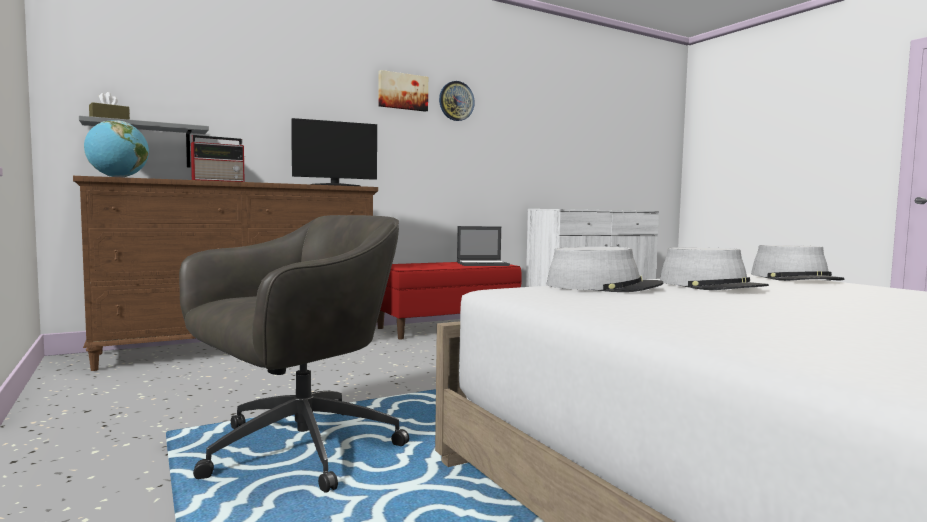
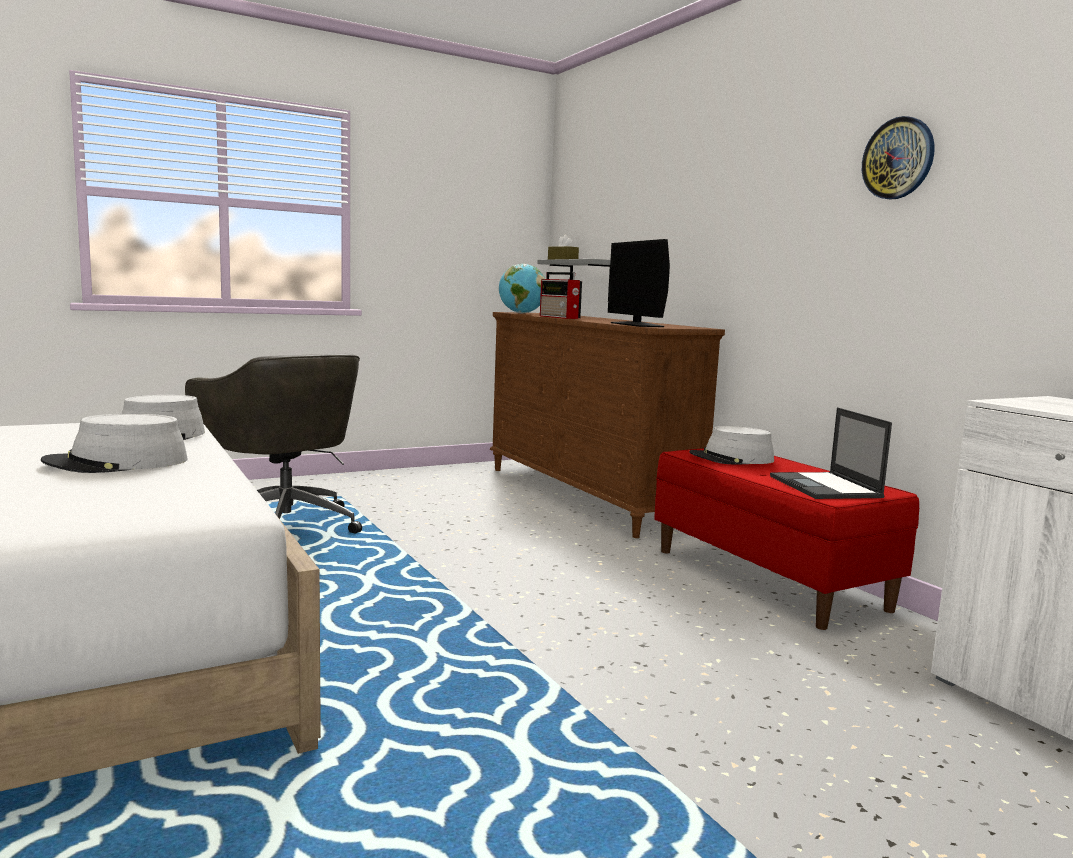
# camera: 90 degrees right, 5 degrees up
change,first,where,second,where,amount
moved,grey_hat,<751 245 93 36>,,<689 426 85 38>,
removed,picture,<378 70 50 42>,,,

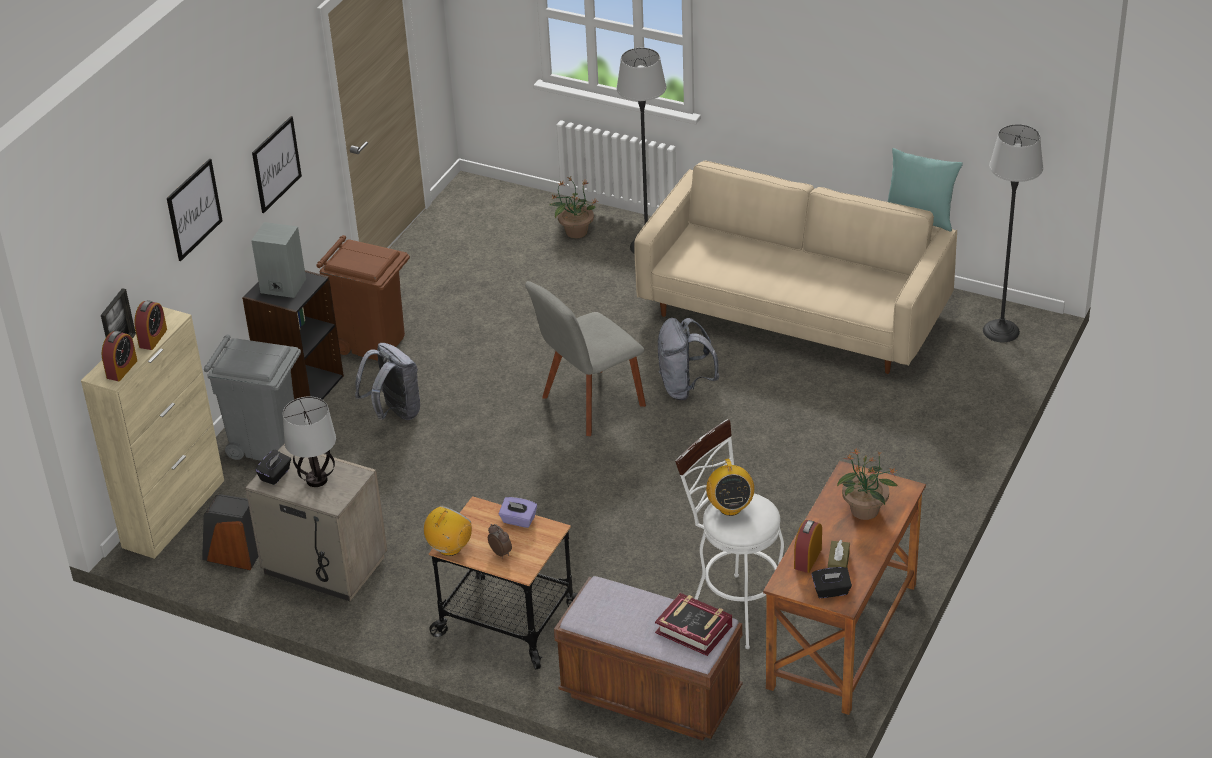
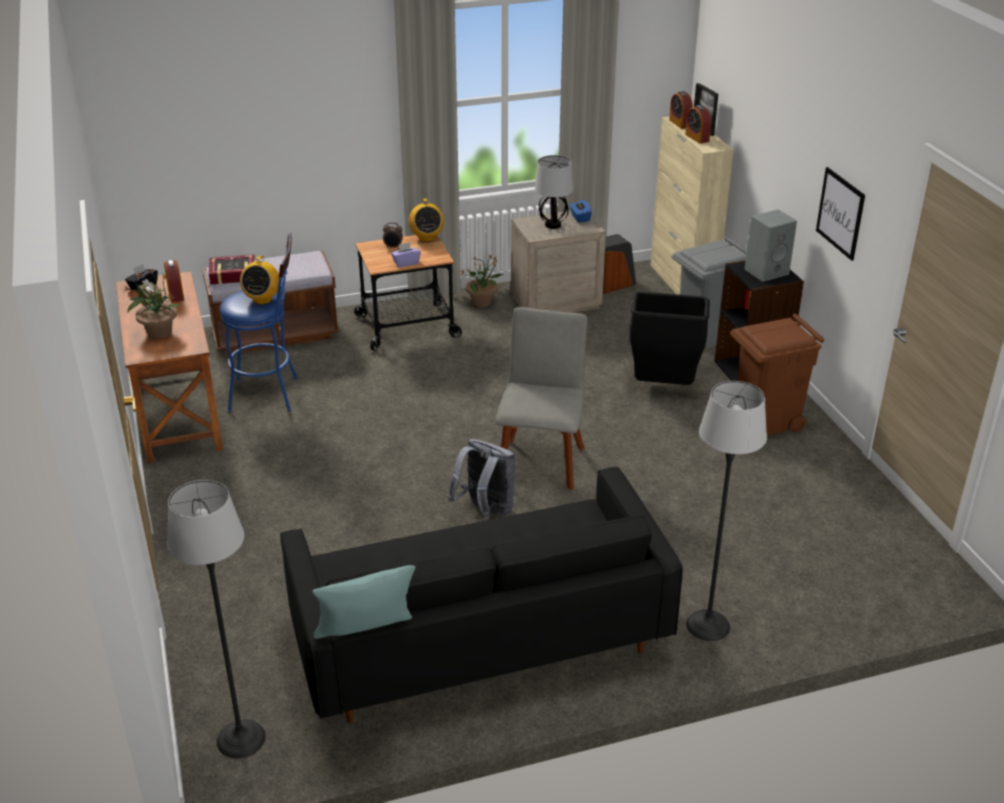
# camera: 135 degrees right, 5 degrees down
change,first,where,second,where,amount
recoloured,white_stool,<675 419 109 230>,blue_stool,<220 233 78 180>,
turned,radio,<706 458 48 58>,,<240 256 39 48>,120 degrees counterclockwise
recoloured,beige_sofa,<634 161 323 213>,black_sofa,<280 466 403 257>,
moved,potted_plant,<549 177 49 62>,,<462 255 42 52>,
recoloured,black_tissue_box,<256 450 35 35>,blue_tissue_box,<570 200 22 23>,
replaced,grey_backpack,<355 343 65 77>,black_trash_can,<629 292 81 93>,
removed,picture,<167 158 56 103>,,,

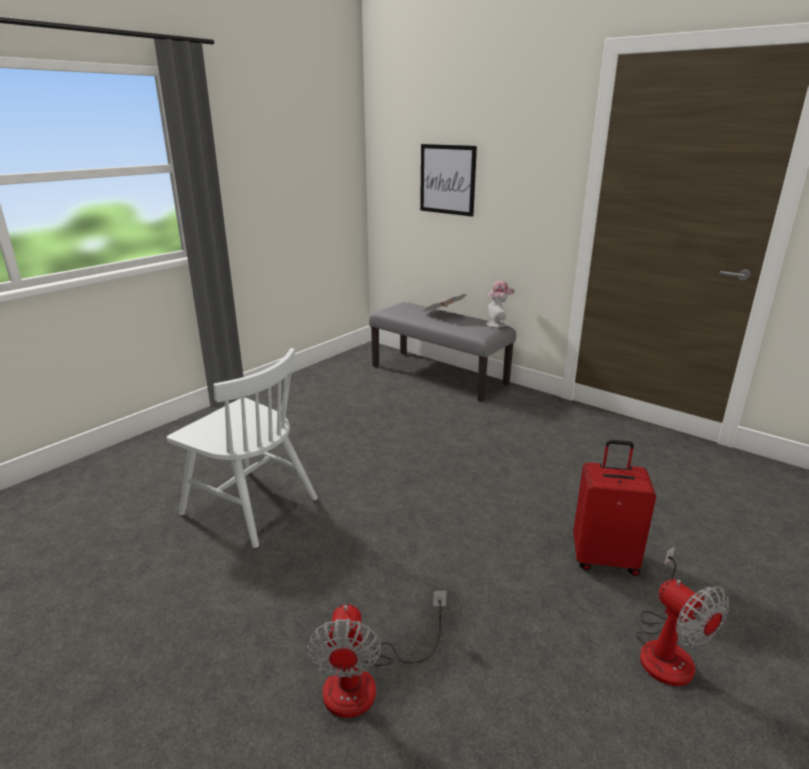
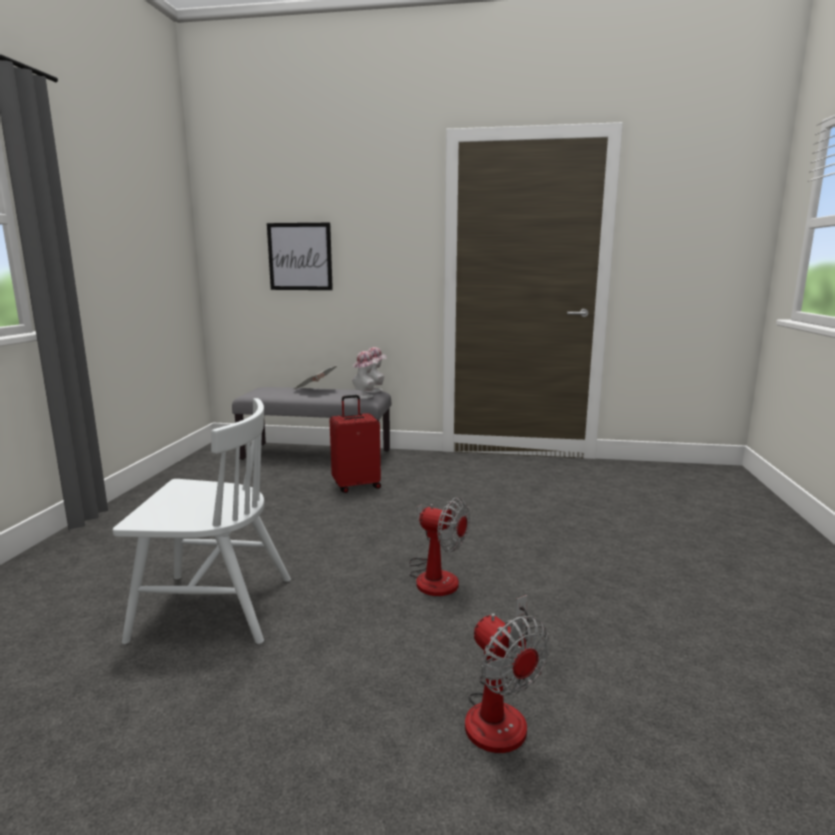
# camera: 30 degrees left, 10 degrees down
change,first,where,second,where,amount
moved,red_suitcase,<573 440 83 136>,,<330 395 51 98>,
added,,,hat,<352 351 26 48>,
moved,fan,<636 547 93 139>,,<409 497 61 99>,

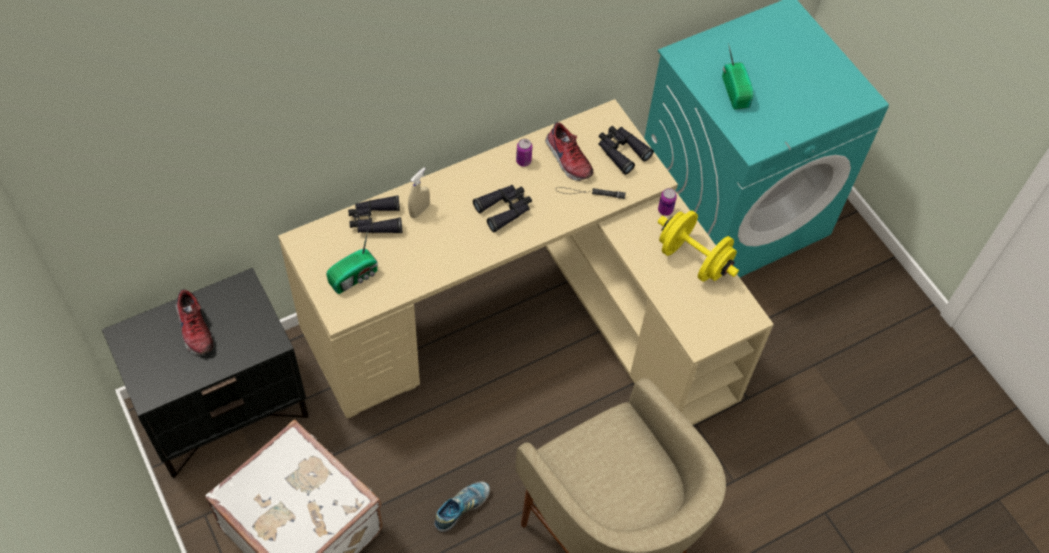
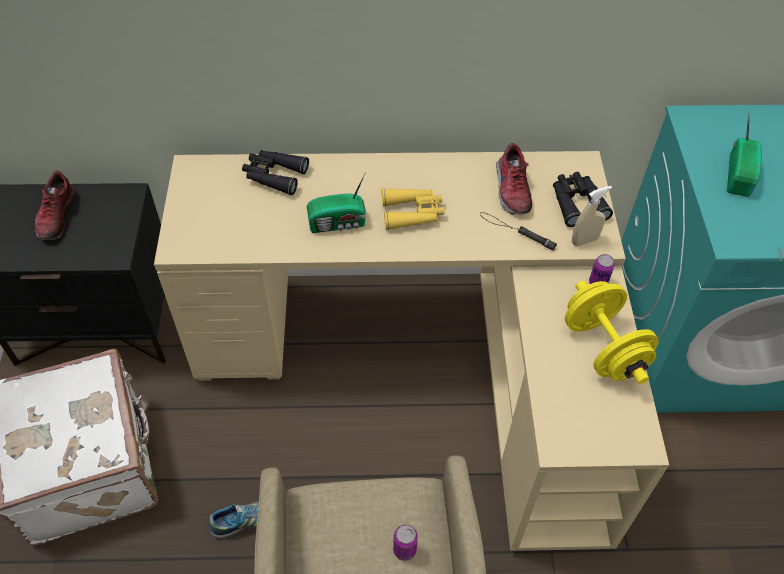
# camera: 30 degrees right, 5 degrees down
change,first,where,second,where,amount
moved,radio,<326 231 52 63>,,<307 172 59 61>,
recoloured,black_binoculars,<473 185 59 47>,yellow_binoculars,<382 188 63 42>,
moved,can,<516 139 16 28>,,<393 524 25 37>,
moved,beige_spray_bottle,<408 168 22 50>,,<572 186 40 60>,

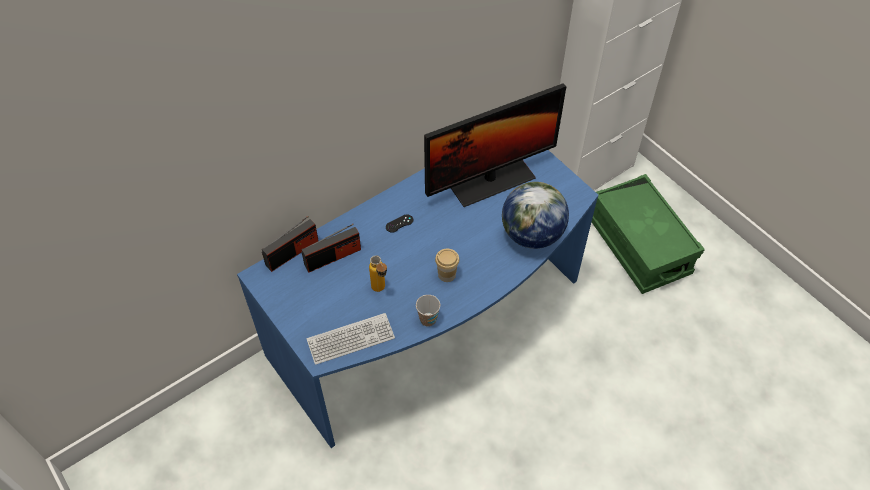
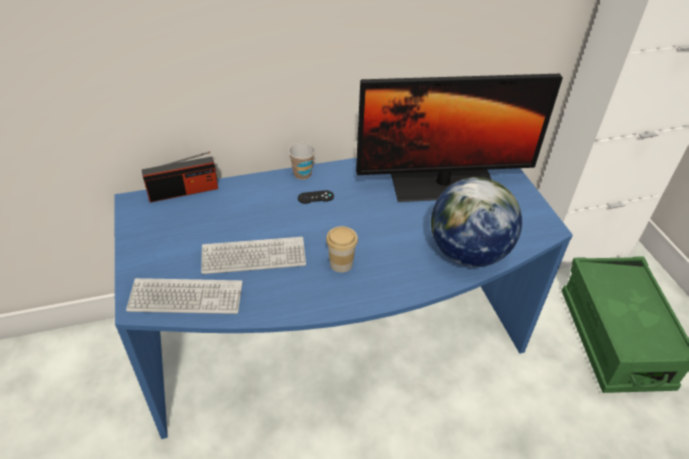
# camera: 20 degrees right, 10 degrees down
change,first,where,second,where,amount
replaced,bottle,<369 256 18 36>,keyboard,<201 237 105 37>,
moved,cup,<416 295 24 32>,,<288 143 27 37>,
removed,radio,<302 224 59 48>,,,

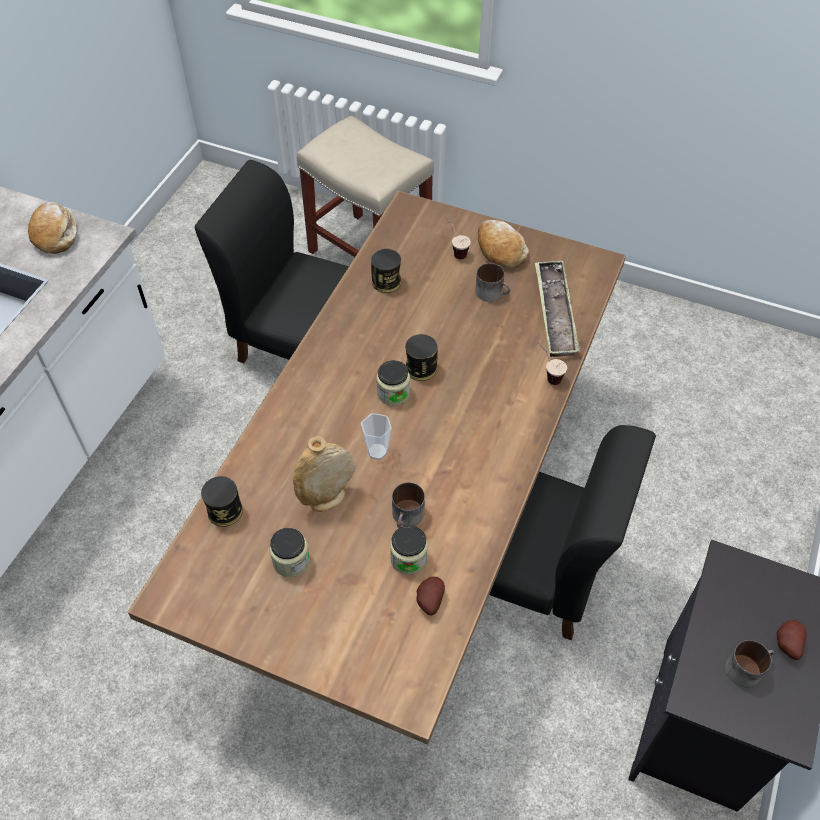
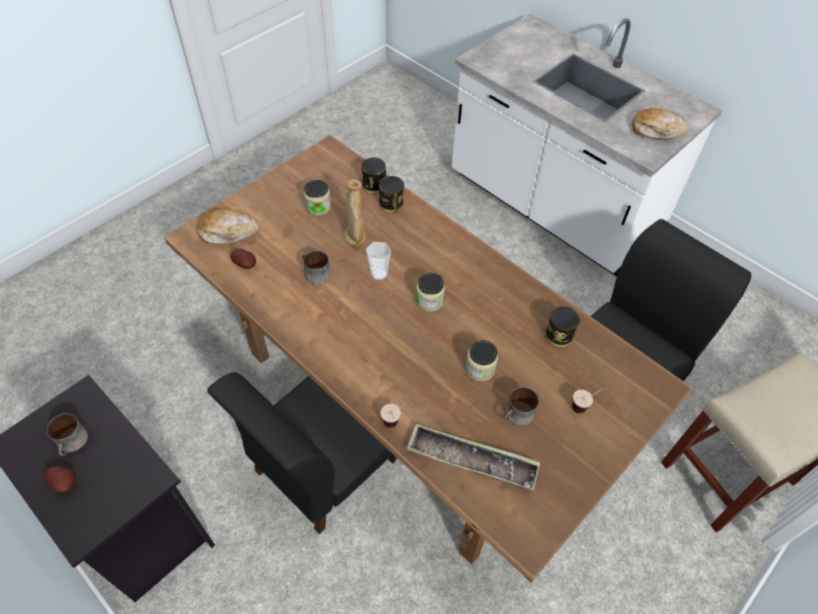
# camera: 110 degrees right, 0 degrees up
change,first,where,second,where,amount
moved,bread,<478 220 51 48>,,<198 209 62 35>,
moved,can,<405 334 32 47>,,<379 176 25 37>,
moved,jar,<390 525 38 50>,,<465 340 33 41>,

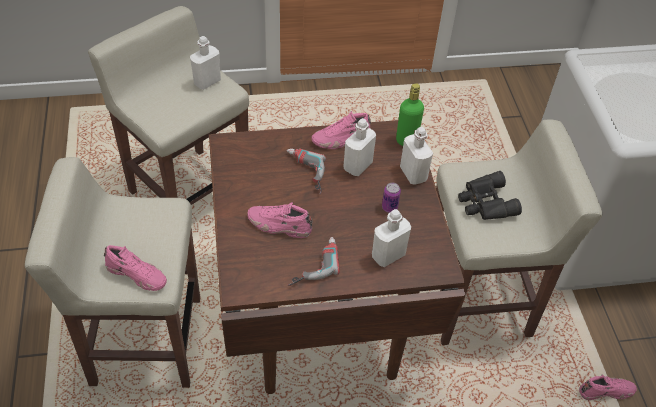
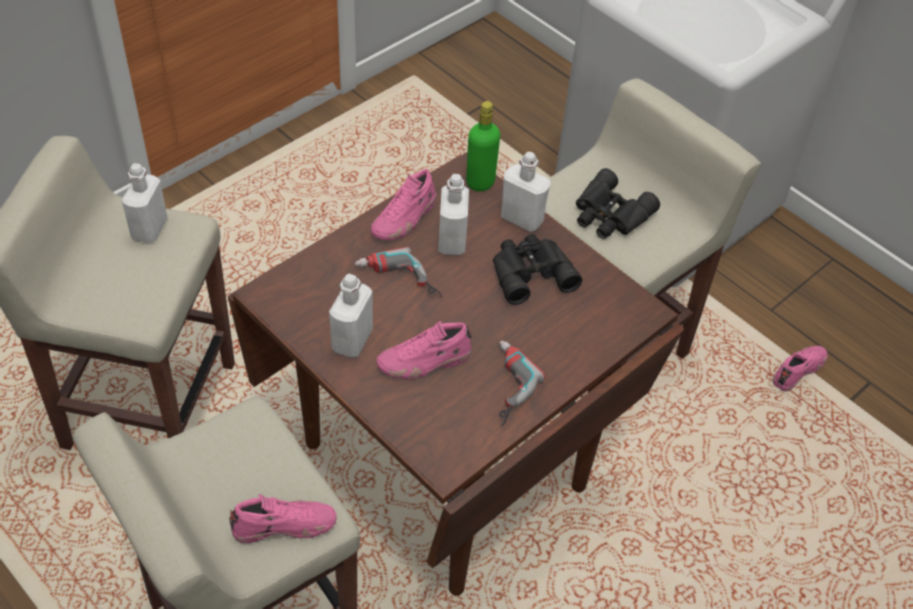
# camera: 35 degrees left, 0 degrees up
change,first,where,second,where,amount
moved,white_bottle,<372 209 39 58>,,<329 274 44 84>,
replaced,can,<382 182 19 31>,black_binoculars,<493 234 90 71>,

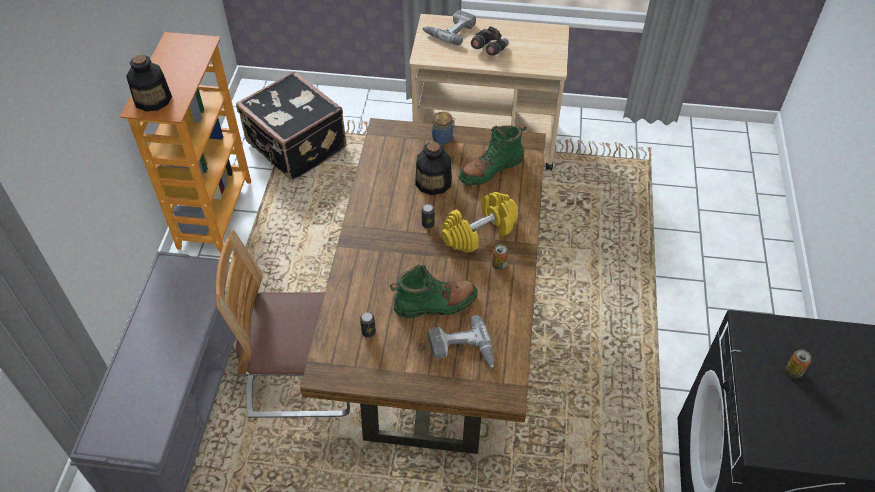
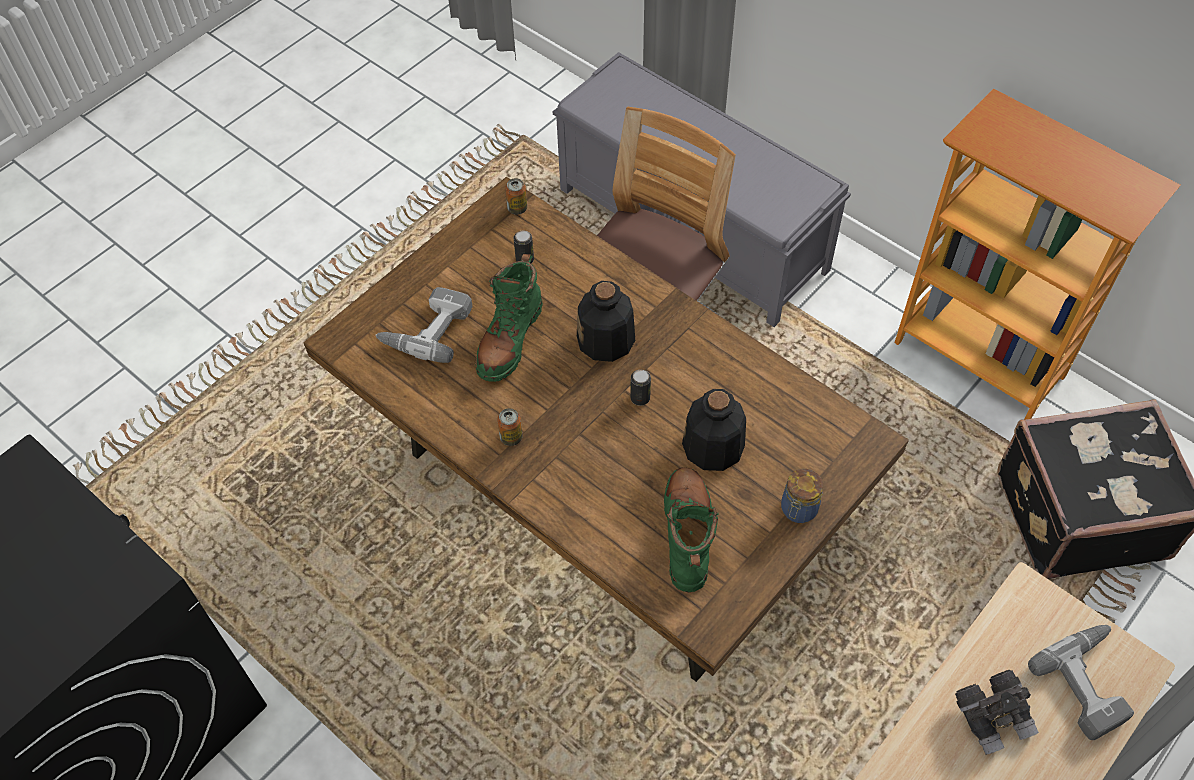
# camera: 125 degrees right, 5 degrees up
change,first,where,second,where,amount
moved,can,<785 349 26 29>,,<505 178 22 37>,
moved,bottle,<126 55 46 57>,,<577 281 58 81>,
removed,yellow_dumbbell,<441 192 77 61>,,,

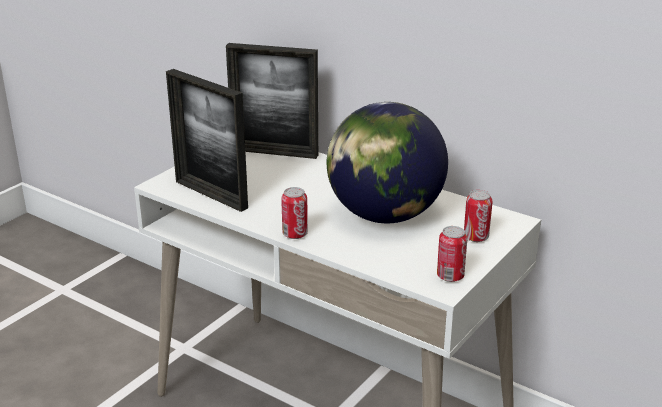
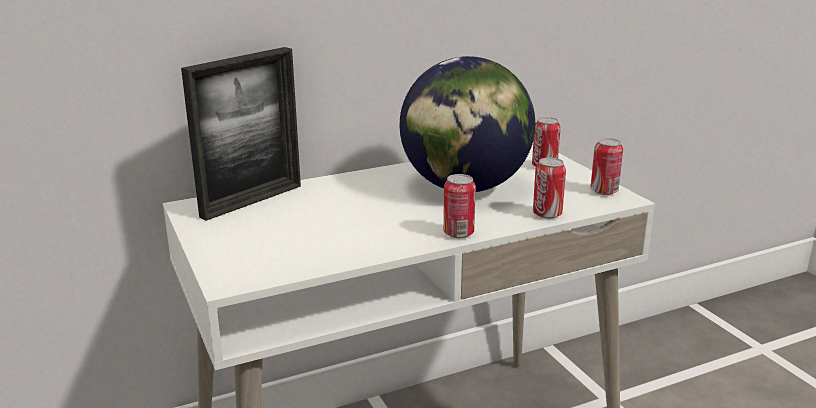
# camera: 60 degrees left, 5 degrees down
change,first,where,second,where,amount
added,,,can,<533 158 33 61>,
removed,picture_frame,<166 69 82 143>,,,

